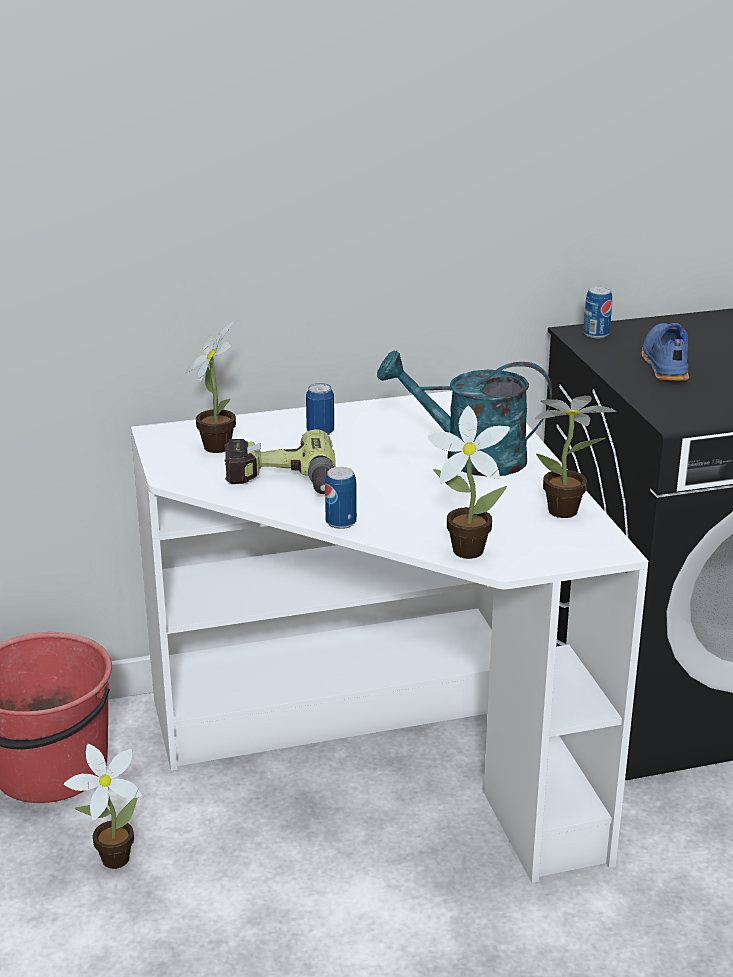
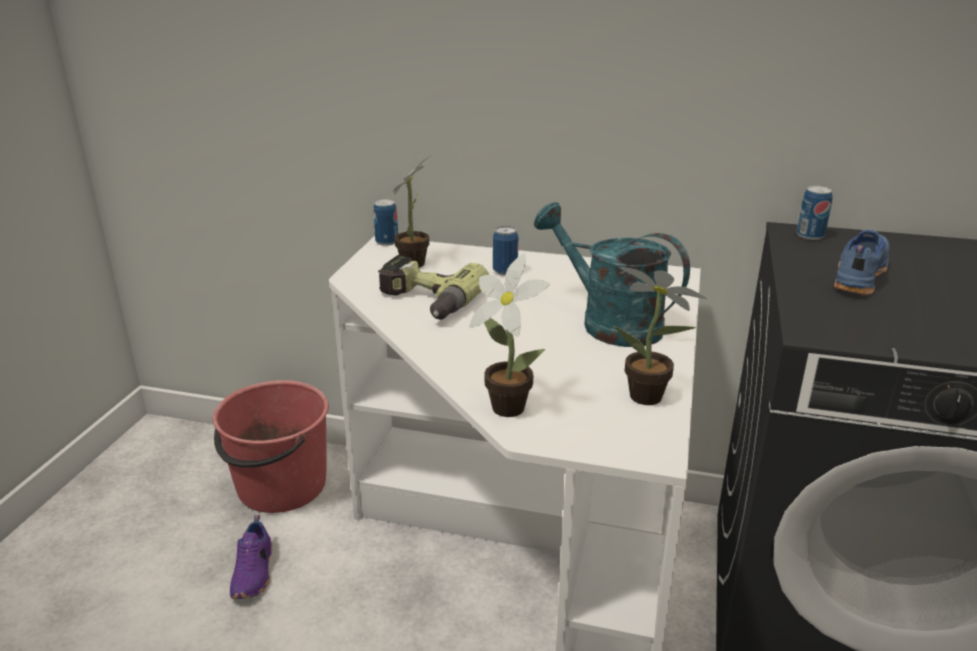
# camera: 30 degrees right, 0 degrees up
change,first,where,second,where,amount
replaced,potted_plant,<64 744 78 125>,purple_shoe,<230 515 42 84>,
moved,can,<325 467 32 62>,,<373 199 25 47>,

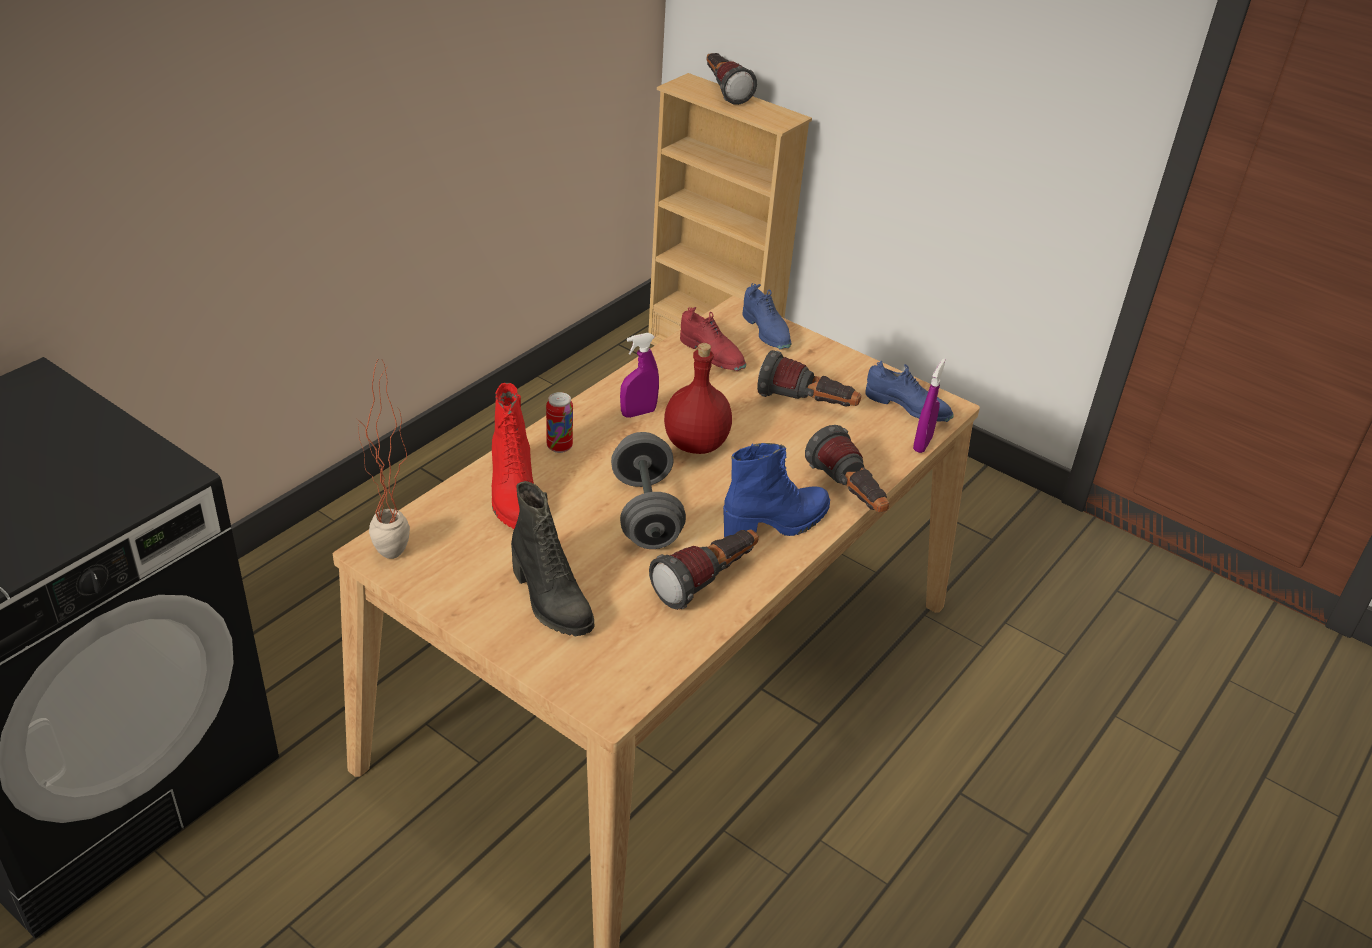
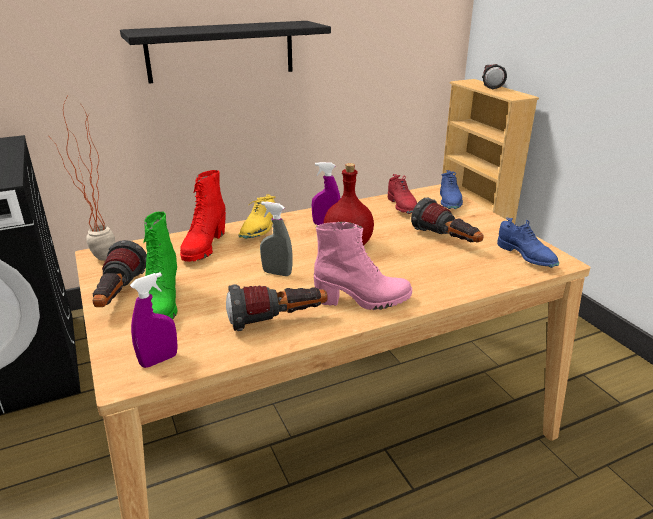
# camera: 30 degrees right, 10 degrees down
change,first,where,second,where,amount
moved,flashlight,<805 425 84 88>,,<93 240 54 67>,
added,,,black_shelf,<120 21 211 63>,
moved,purple_spray_bottle,<913 359 33 94>,,<130 272 48 96>,
recoloured,black_boot,<511 481 83 155>,green_boot,<143 211 34 108>,
replaced,can,<546 392 27 61>,yellow_shoe,<239 194 37 45>,
replaced,grey_dumbbell,<611 432 75 117>,grey_spray_bottle,<260 201 33 75>,
recoloured,blue_boot,<723 443 107 94>,pink_boot,<314 221 98 89>,

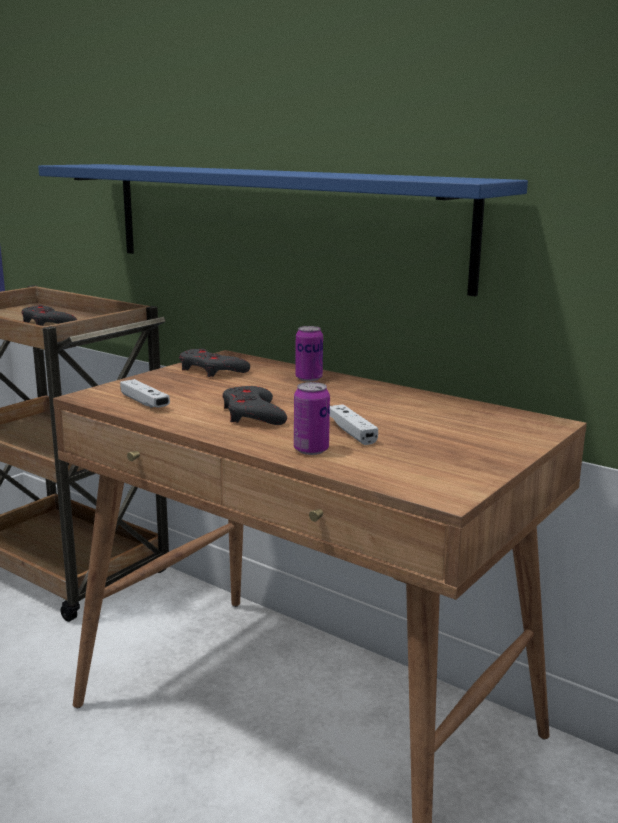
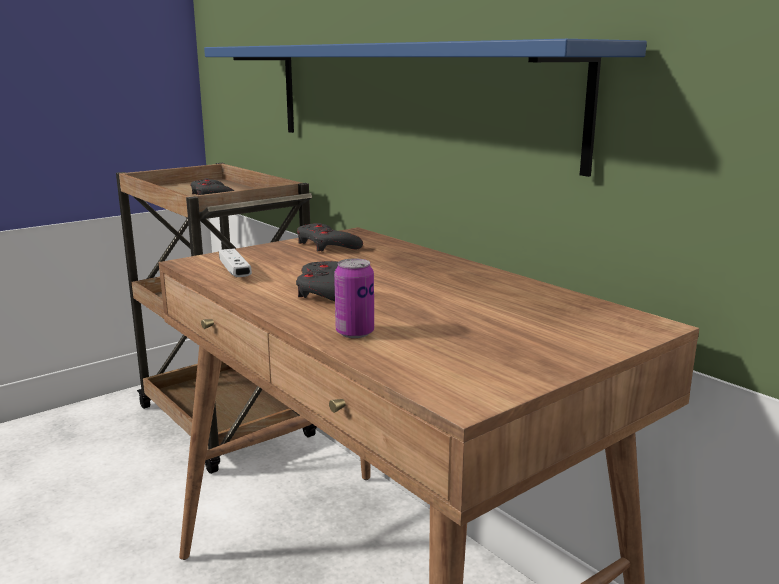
# camera: 15 degrees right, 0 degrees up
change,first,where,second,where,amount
removed,can,<295 326 28 55>,,,
removed,white_game_controller,<330 404 48 41>,,,

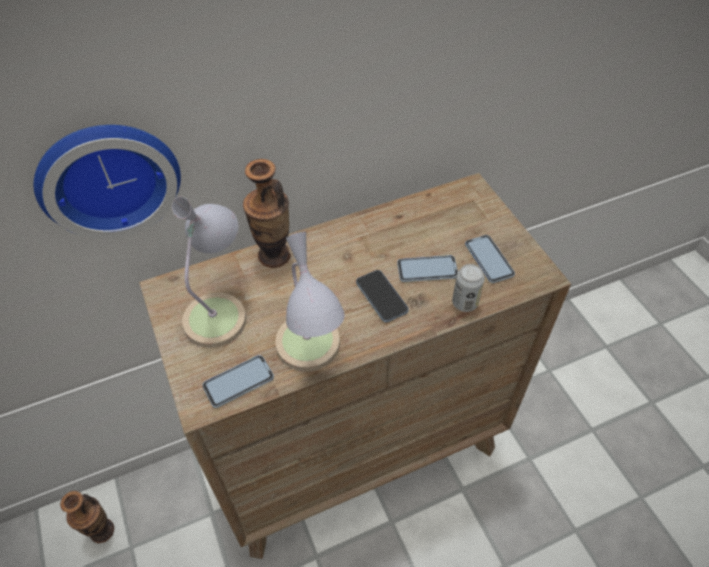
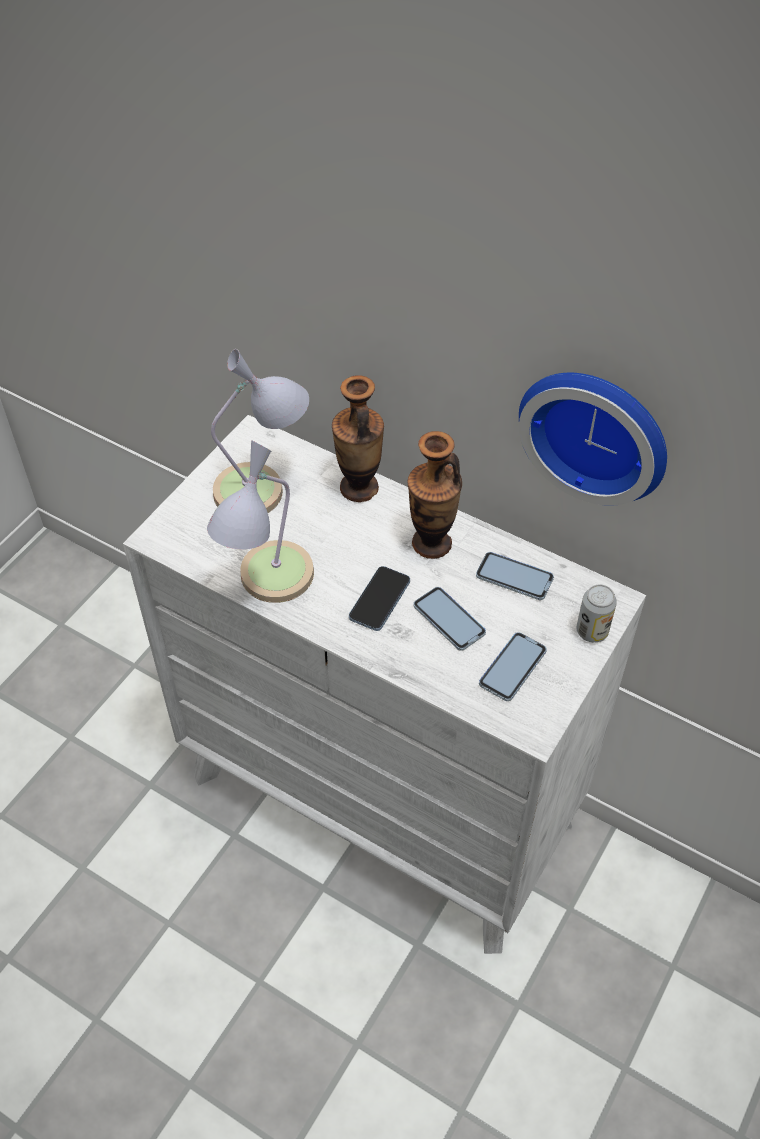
# camera: 55 degrees right, 0 degrees up
change,first,where,second,where,amount
recoloured,brown_dresser,<139 173 432 386>,white_dresser,<123 415 523 539>,
moved,vase,<60 491 54 52>,,<408 431 54 128>,
moved,phone,<202 355 72 53>,,<476 552 78 48>,
moved,wall_clock,<34 125 147 114>,,<519 373 148 133>,
moved,can,<452 264 33 48>,,<576 584 41 58>,

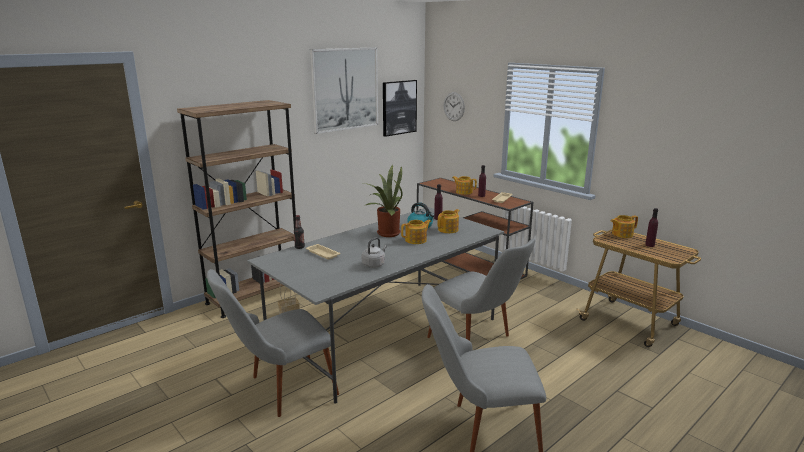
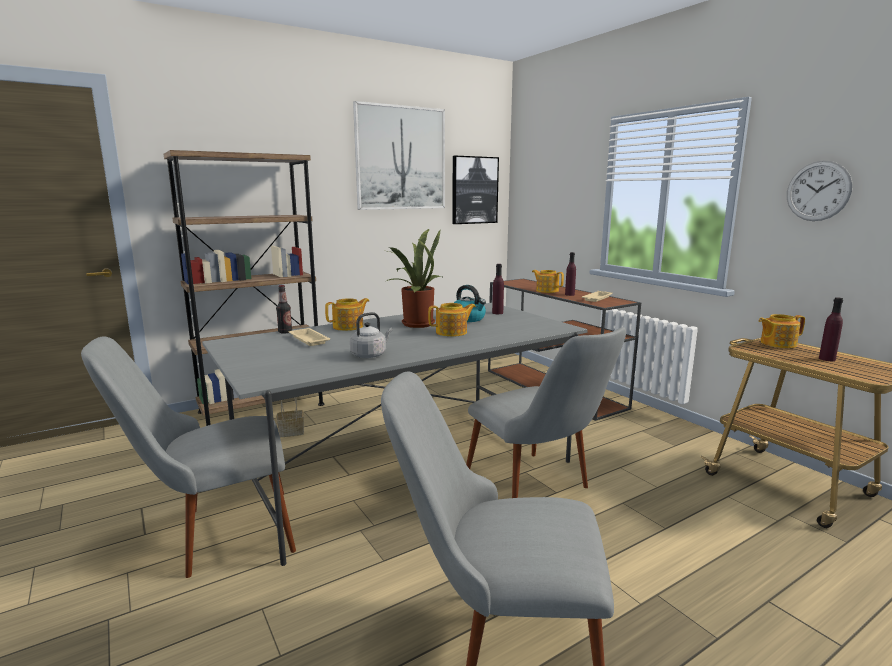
# camera: 10 degrees right, 5 degrees down
change,first,where,second,where,amount
moved,teapot,<438 209 22 24>,,<325 298 44 33>,
moved,wall_clock,<443 92 22 29>,,<787 160 66 61>,

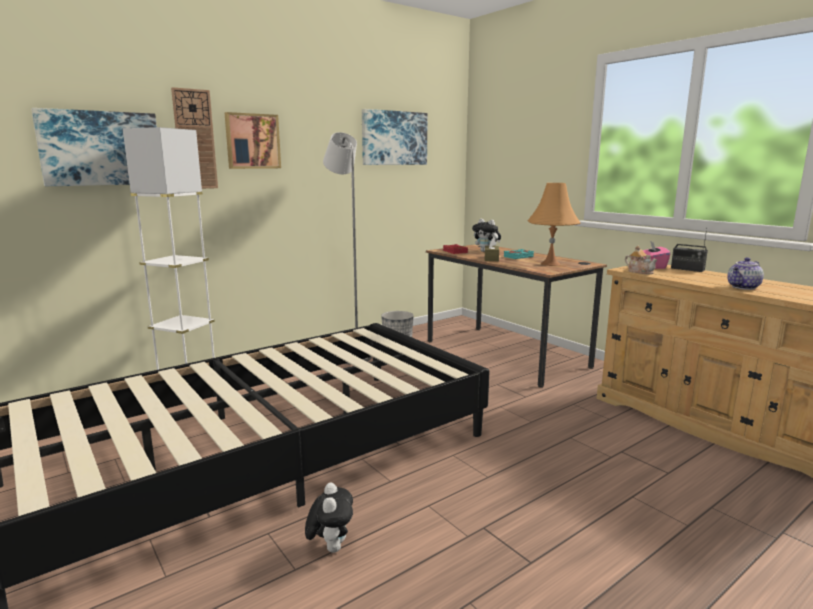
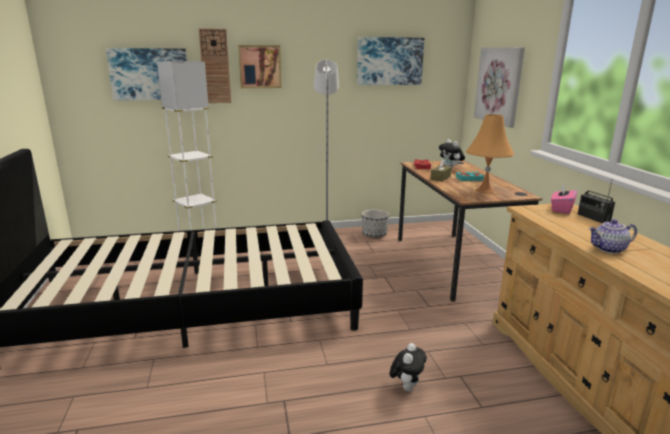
# camera: 25 degrees right, 5 degrees up
change,first,where,second,where,amount
moved,plush_toy,<305 482 48 71>,,<390 343 37 49>,
added,,,picture,<474 47 51 81>,
removed,teapot,<625 246 33 29>,,,

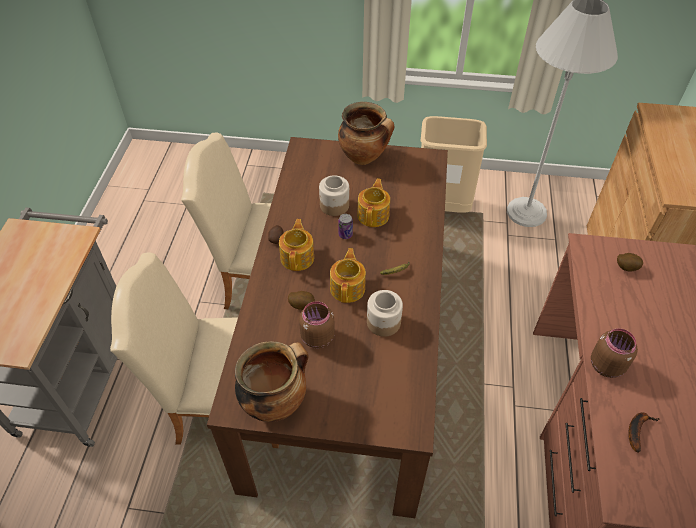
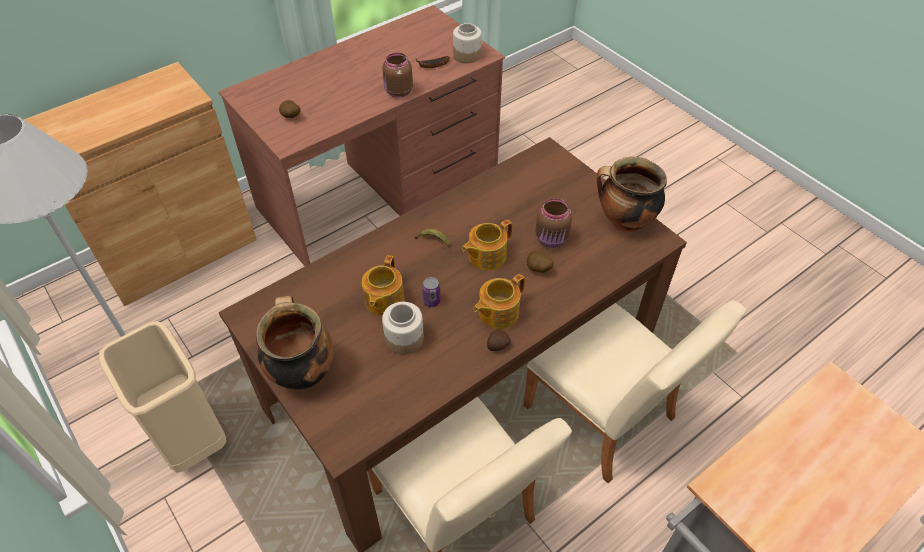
# camera: 135 degrees left, 0 degrees up
change,first,where,second,where,amount
turned,teapot,<357 179 33 48>,,<362 255 43 60>,45 degrees counterclockwise
moved,jar,<367 290 36 47>,,<453 23 29 40>,

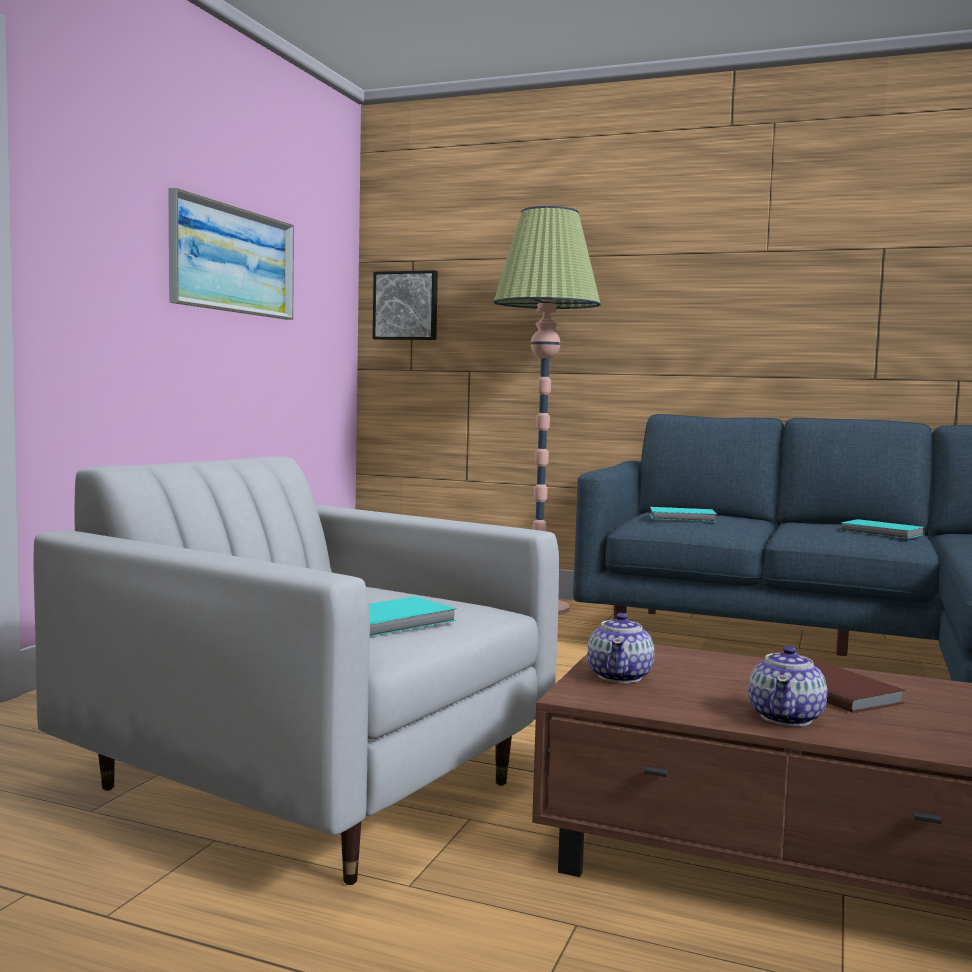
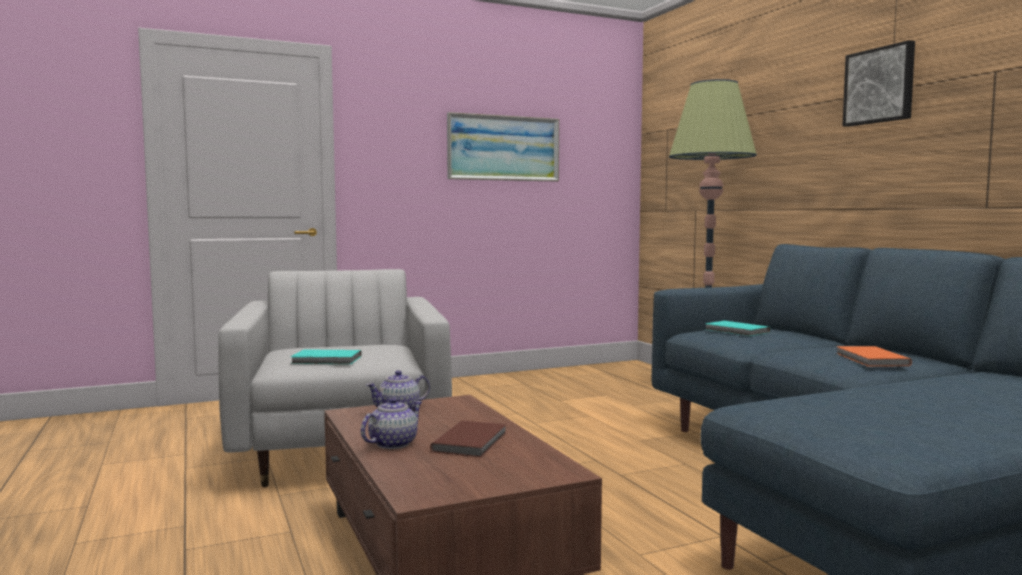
# camera: 45 degrees right, 0 degrees up
change,first,where,second,where,amount
turned,teapot,<749 646 78 80>,,<361 397 61 52>,150 degrees clockwise
recoloured,turquoise_book,<841 519 84 20>,orange_book,<836 346 76 20>,
moved,picture,<373 270 65 70>,,<843 40 72 87>,

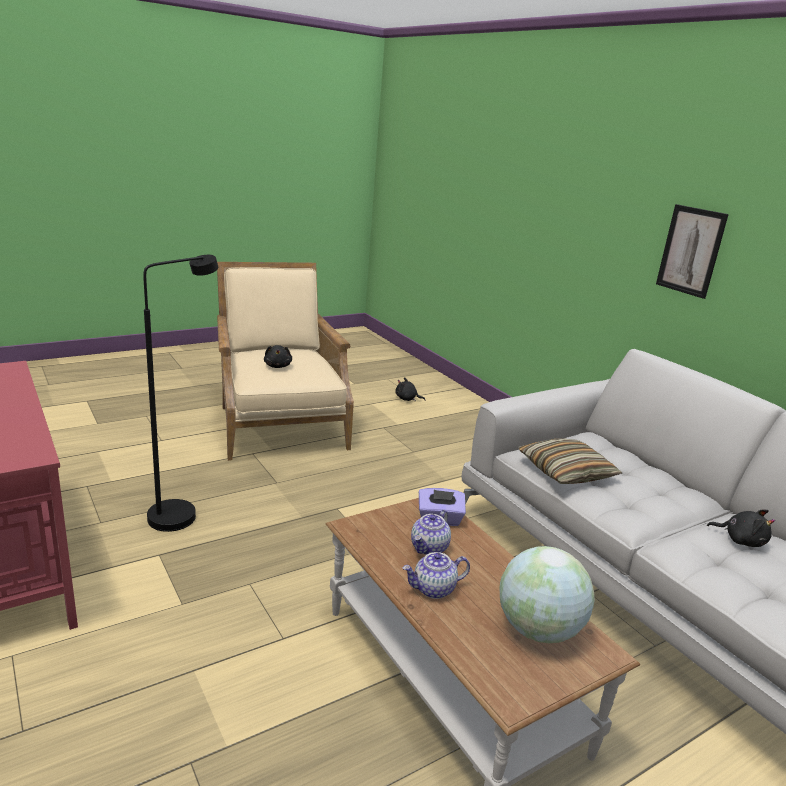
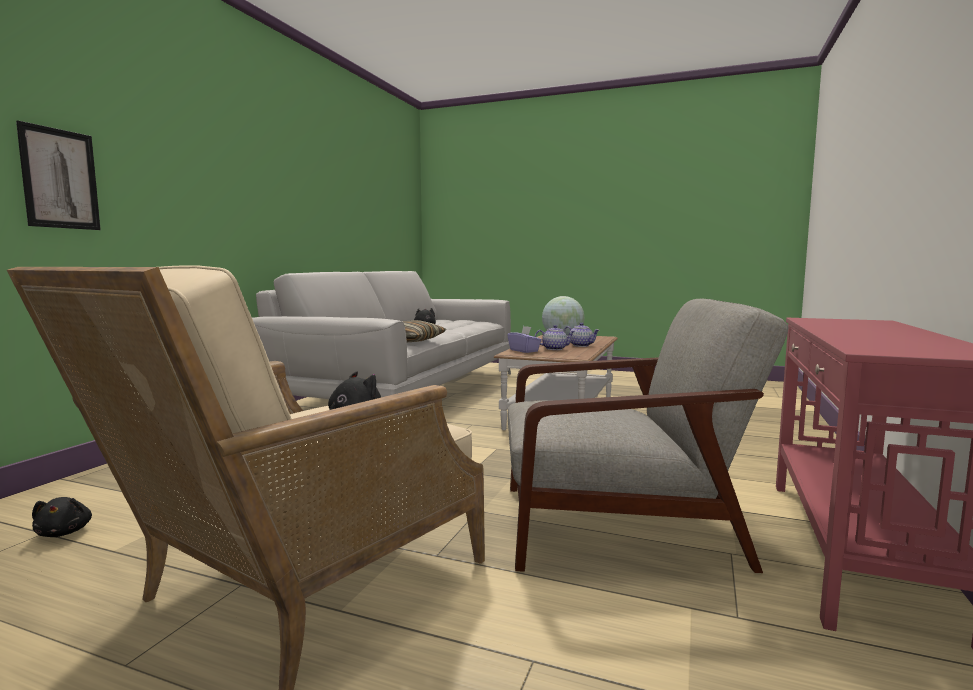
# camera: 125 degrees left, 15 degrees down
change,first,where,second,where,amount
moved,picture,<656 204 73 95>,,<16 120 85 110>,
replaced,black_floor_lamp,<143 255 75 277>,grey_armchair,<508 298 280 275>,

